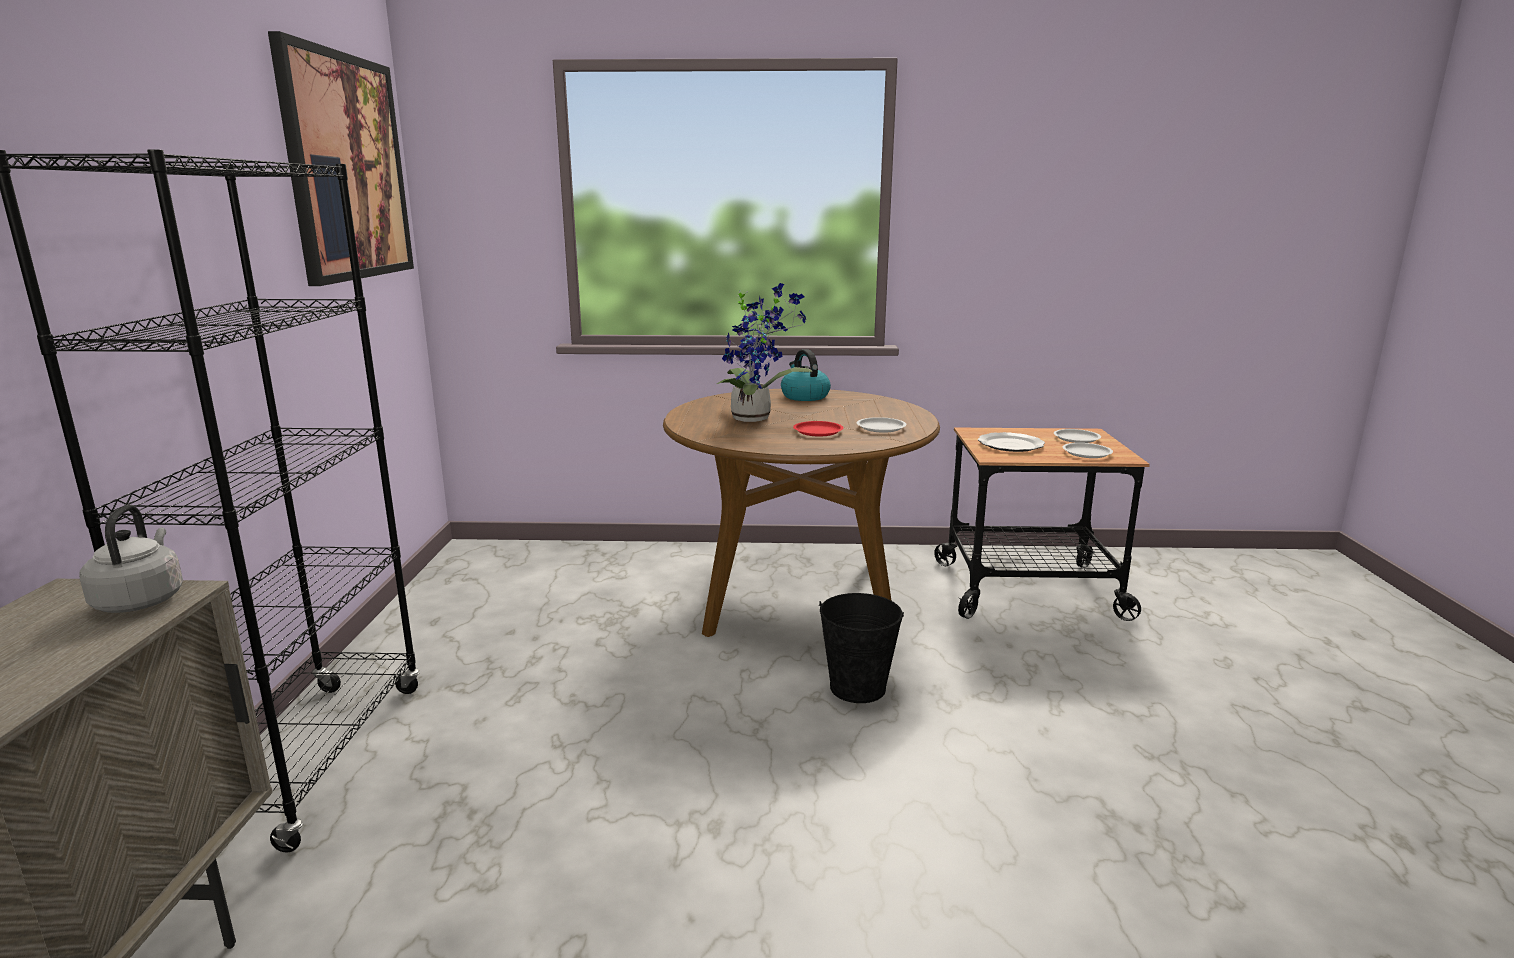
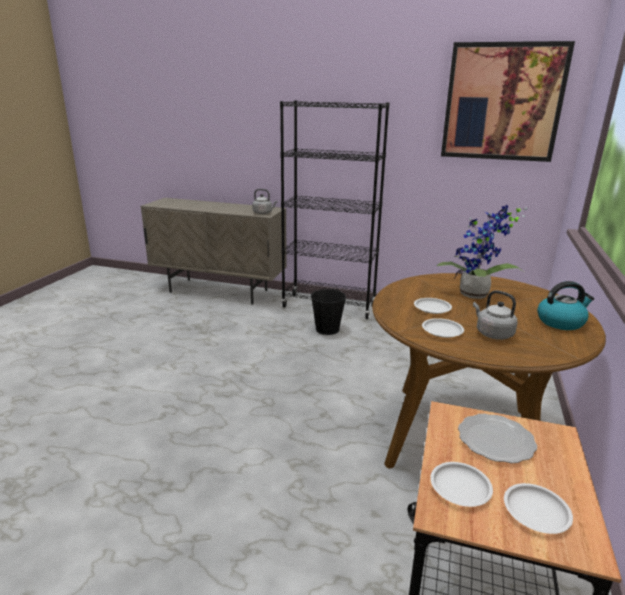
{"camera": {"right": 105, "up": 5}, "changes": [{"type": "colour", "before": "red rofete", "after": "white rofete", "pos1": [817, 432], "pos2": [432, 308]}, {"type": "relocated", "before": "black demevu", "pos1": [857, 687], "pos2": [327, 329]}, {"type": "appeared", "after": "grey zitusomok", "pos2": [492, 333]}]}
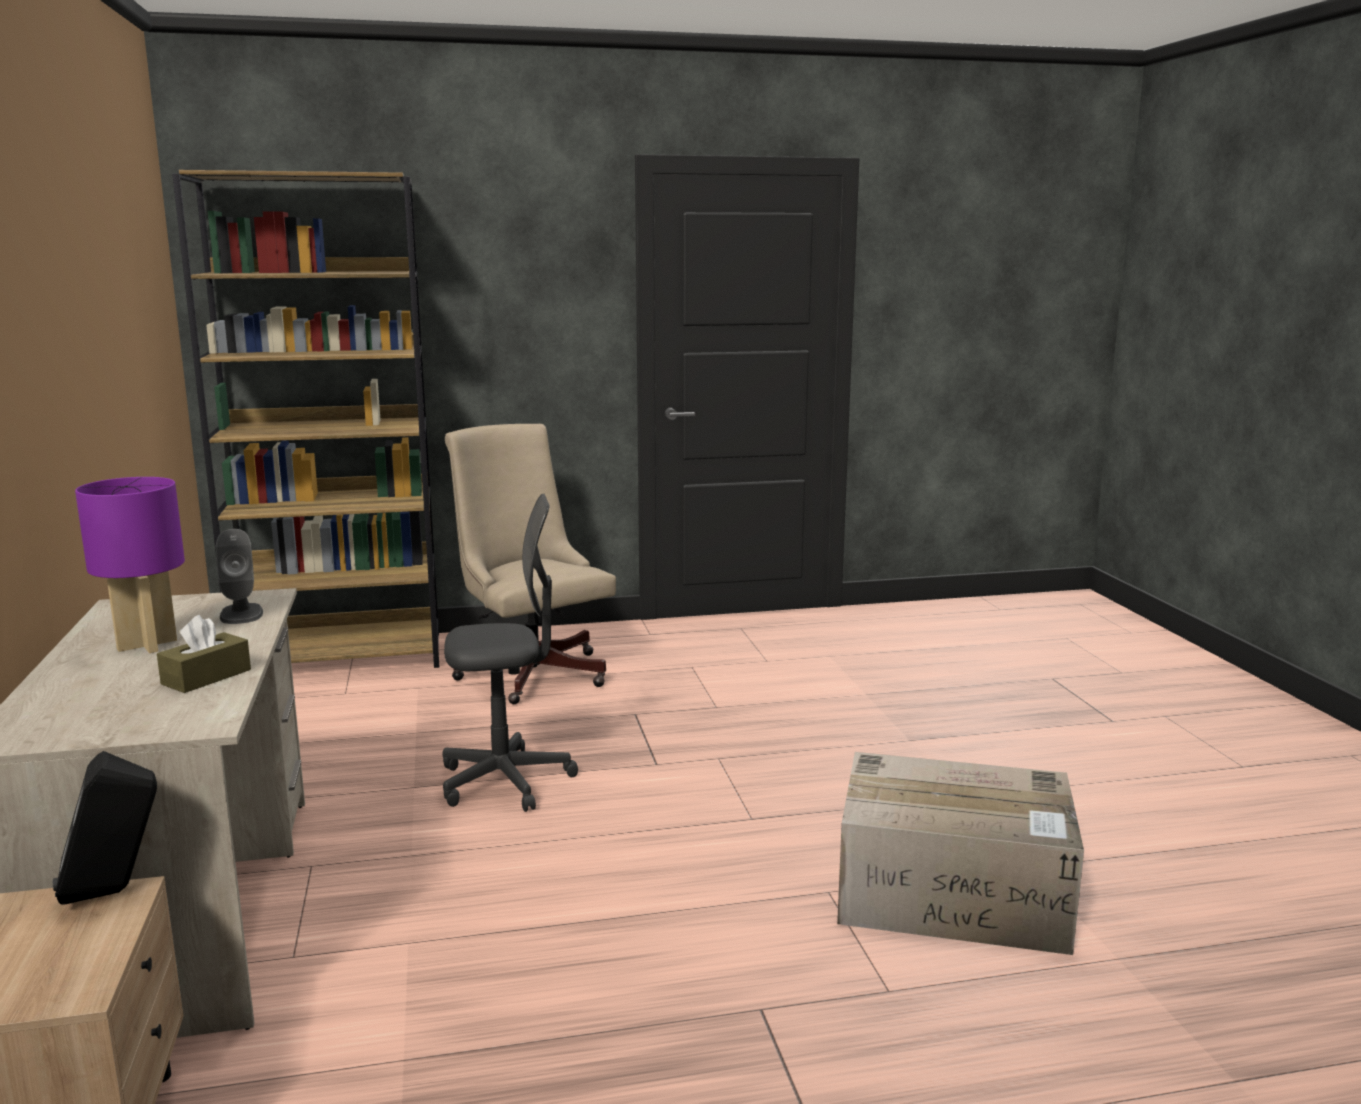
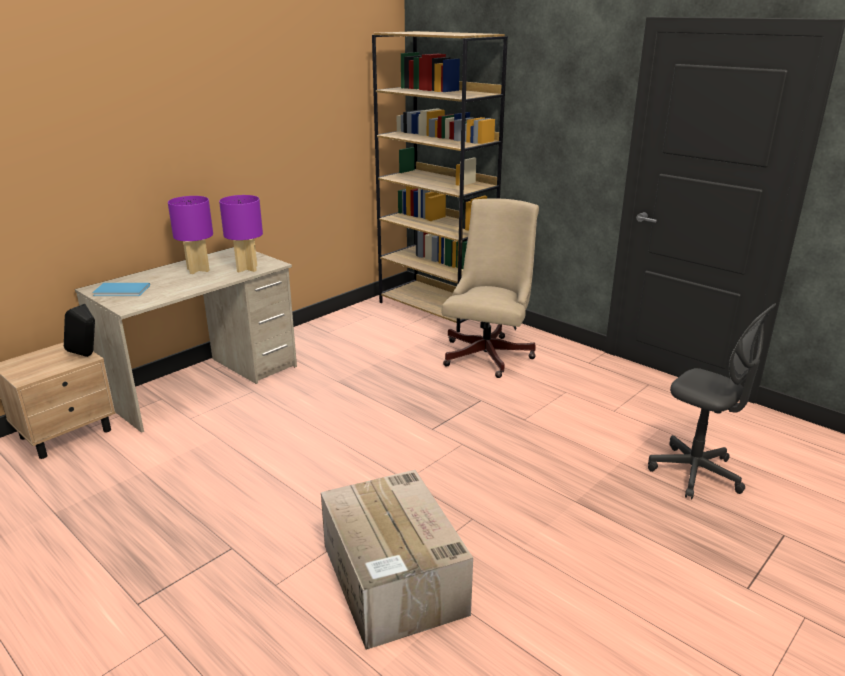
{"camera": {"right": 55, "up": 10}, "changes": [{"type": "relocated", "before": "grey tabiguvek", "pos1": [505, 781], "pos2": [695, 473]}, {"type": "exchanged", "before": "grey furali", "after": "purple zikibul", "pos1": [241, 614], "pos2": [247, 269]}, {"type": "missing", "before": "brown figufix", "pos1": [206, 677]}, {"type": "appeared", "after": "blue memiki", "pos2": [122, 291]}]}
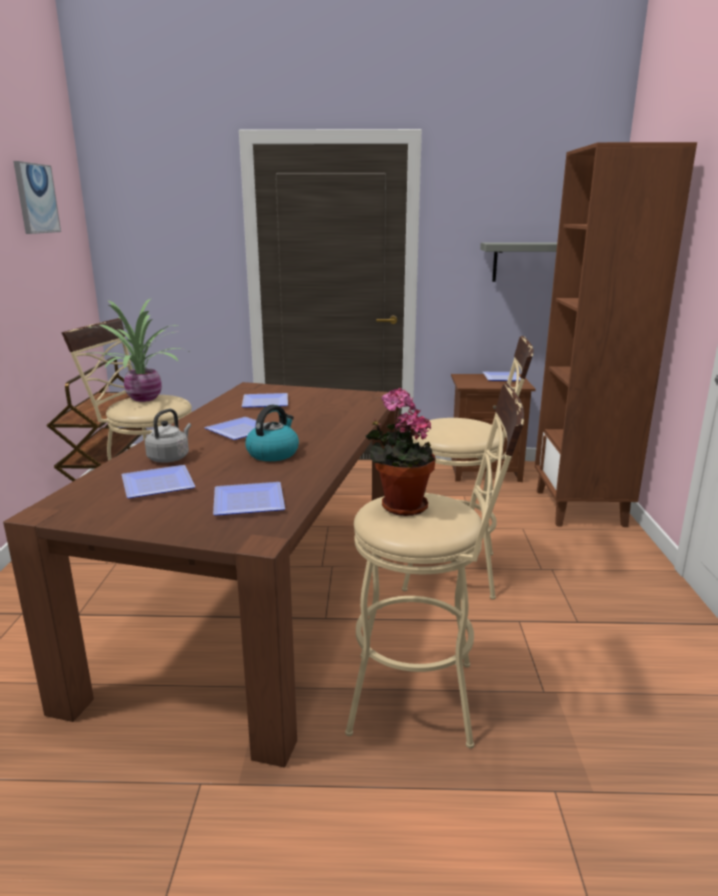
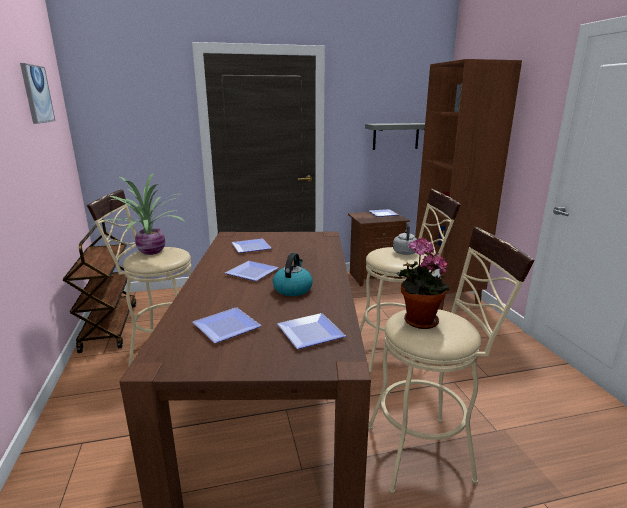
{"camera": {"right": -15, "up": 0}, "changes": [{"type": "relocated", "before": "grey zitusomok", "pos1": [170, 458], "pos2": [405, 252]}]}
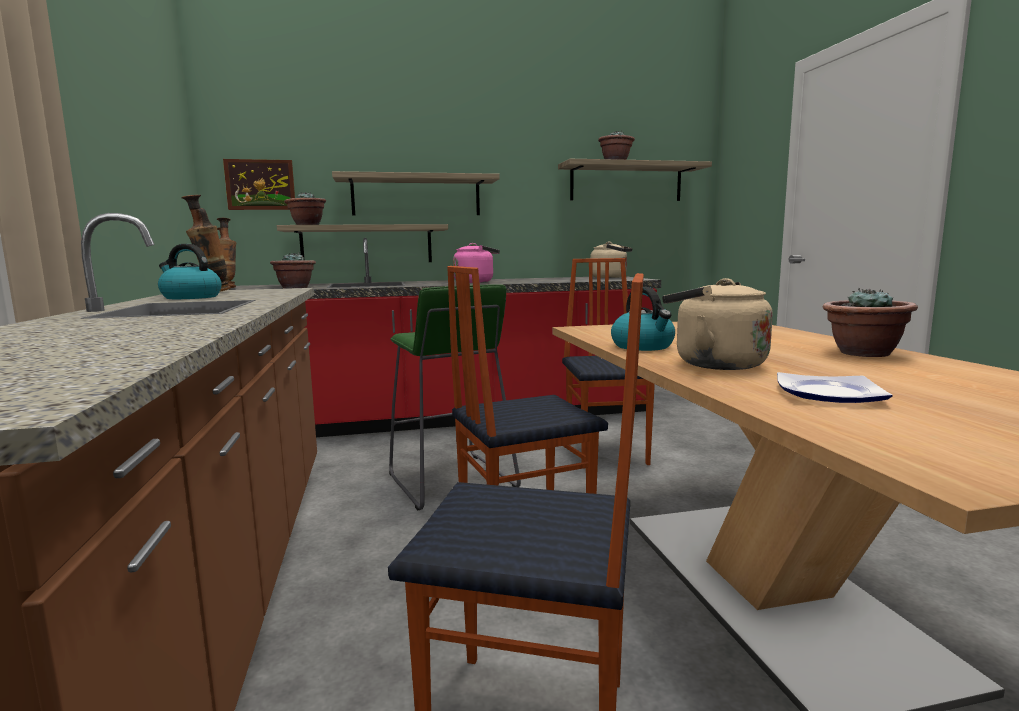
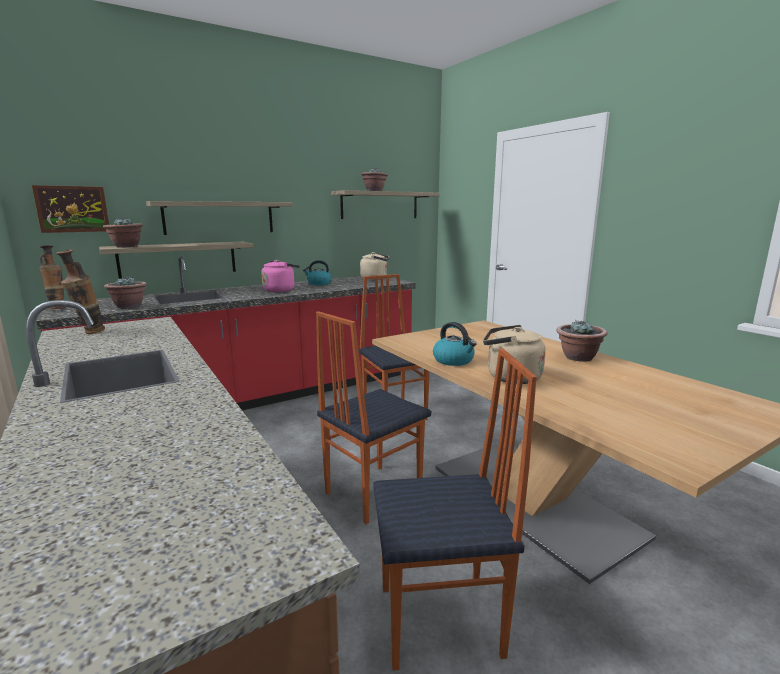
{"camera": {"right": -20, "up": 5}, "changes": [{"type": "relocated", "before": "zitusomok", "pos1": [190, 297], "pos2": [318, 283]}, {"type": "missing", "before": "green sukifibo", "pos1": [450, 481]}, {"type": "missing", "before": "rofete", "pos1": [831, 394]}]}
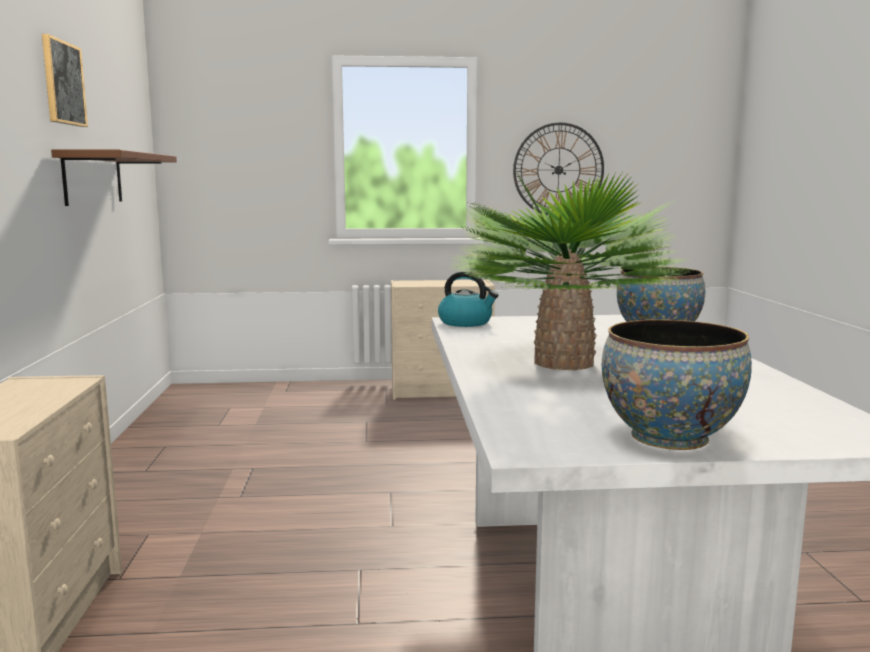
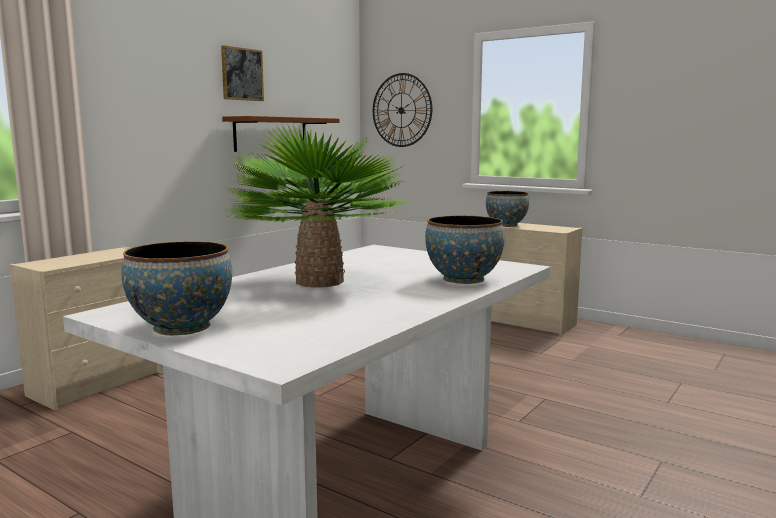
{"camera": {"right": 40, "up": 0}, "changes": [{"type": "relocated", "before": "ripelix", "pos1": [558, 170], "pos2": [401, 110]}, {"type": "missing", "before": "zitusomok", "pos1": [466, 323]}, {"type": "appeared", "after": "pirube", "pos2": [506, 225]}]}
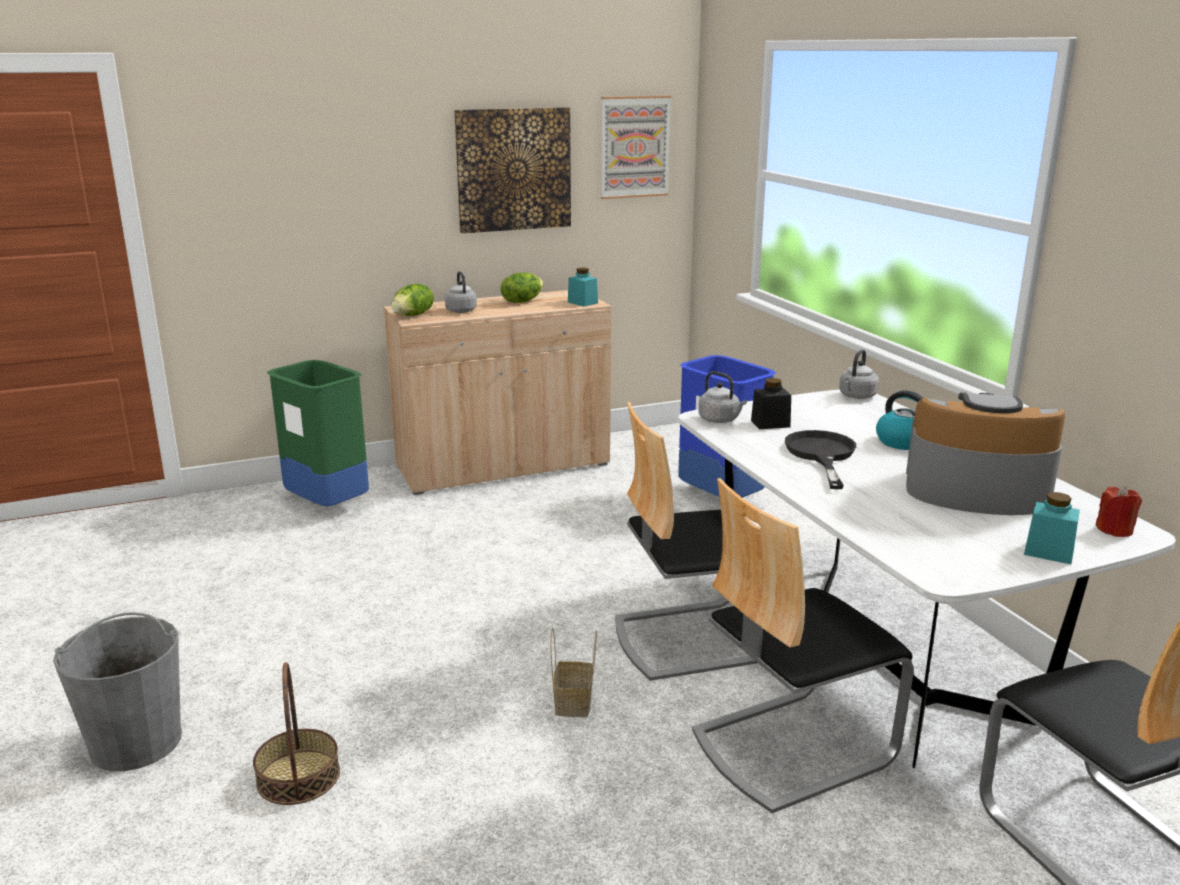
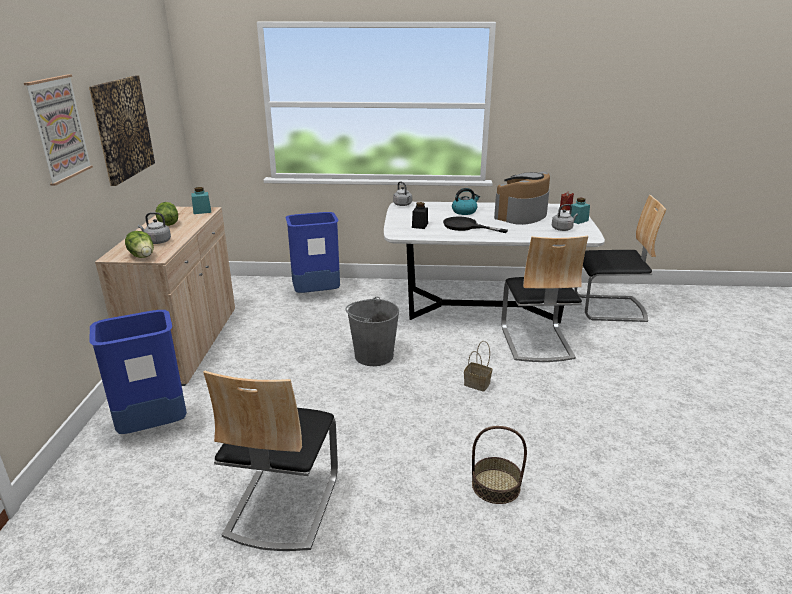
{"camera": {"right": -65, "up": 5}, "changes": [{"type": "relocated", "before": "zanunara", "pos1": [634, 147], "pos2": [58, 128]}, {"type": "colour", "before": "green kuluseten", "after": "blue kuluseten", "pos1": [328, 505], "pos2": [153, 426]}, {"type": "relocated", "before": "grey zitusomok", "pos1": [720, 420], "pos2": [563, 229]}, {"type": "relocated", "before": "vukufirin", "pos1": [691, 638], "pos2": [282, 504]}, {"type": "relocated", "before": "grey demevu", "pos1": [136, 742], "pos2": [373, 355]}]}
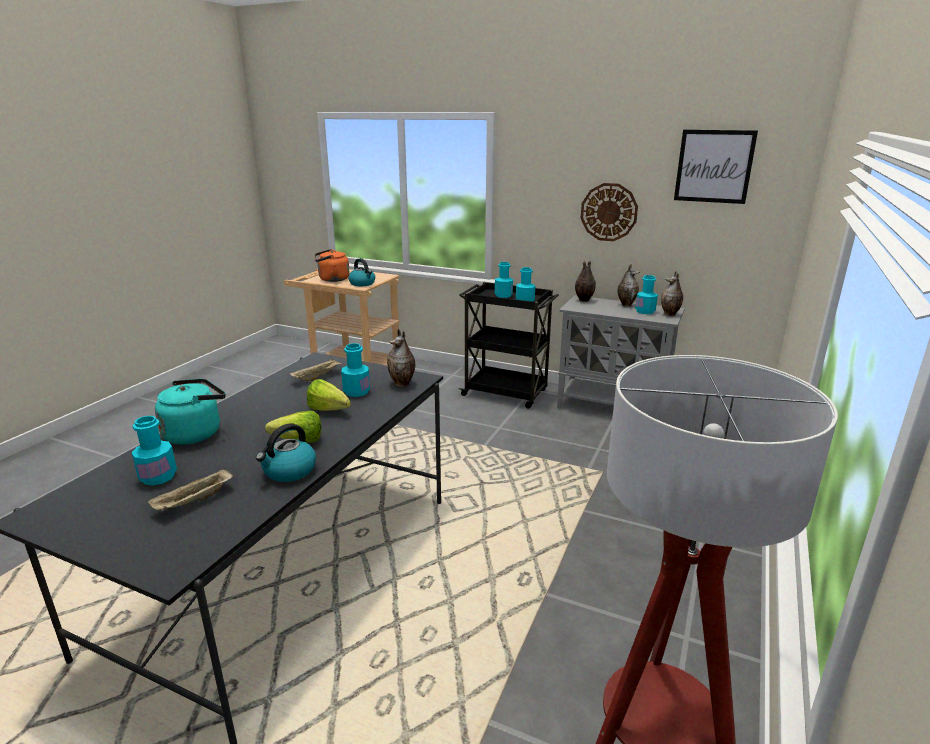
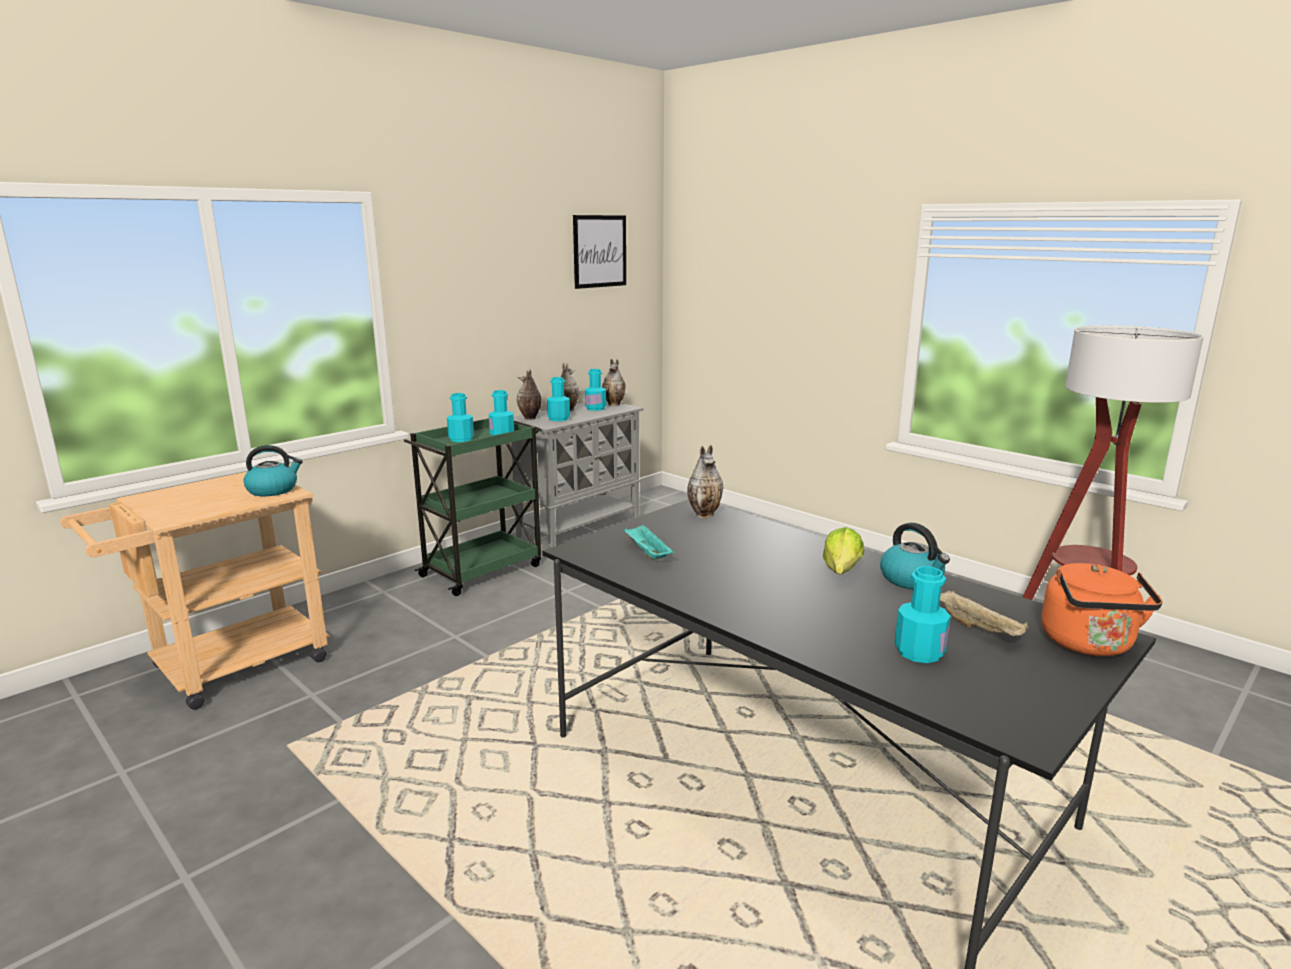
{"camera": {"right": -70, "up": -5}, "changes": [{"type": "missing", "before": "ripelix", "pos1": [608, 212]}, {"type": "relocated", "before": "orange zitusomok", "pos1": [332, 279], "pos2": [1089, 645]}, {"type": "colour", "before": "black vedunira", "after": "green vedunira", "pos1": [506, 393], "pos2": [483, 570]}, {"type": "relocated", "before": "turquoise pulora", "pos1": [356, 392], "pos2": [558, 419]}, {"type": "colour", "before": "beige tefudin", "after": "turquoise tefudin", "pos1": [317, 377], "pos2": [647, 553]}, {"type": "missing", "before": "turquoise zitusomok", "pos1": [196, 433]}, {"type": "missing", "before": "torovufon", "pos1": [331, 411]}]}
